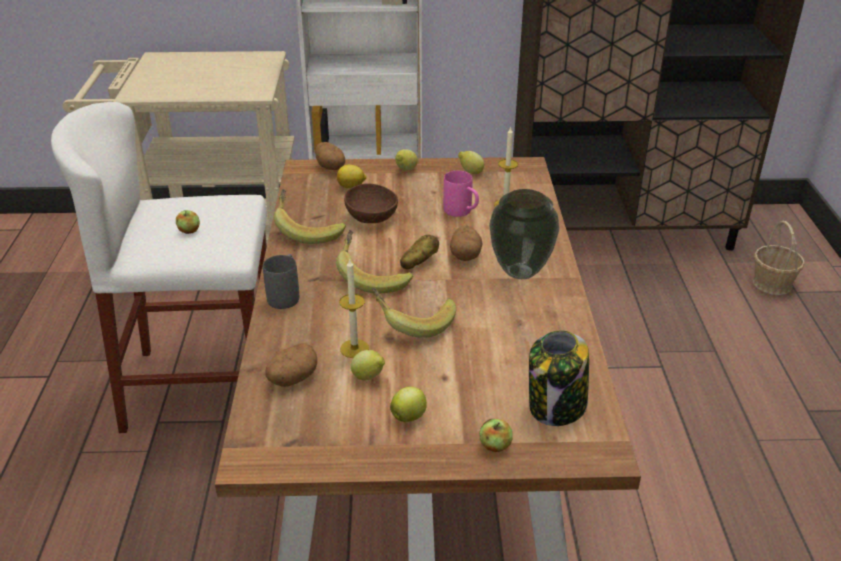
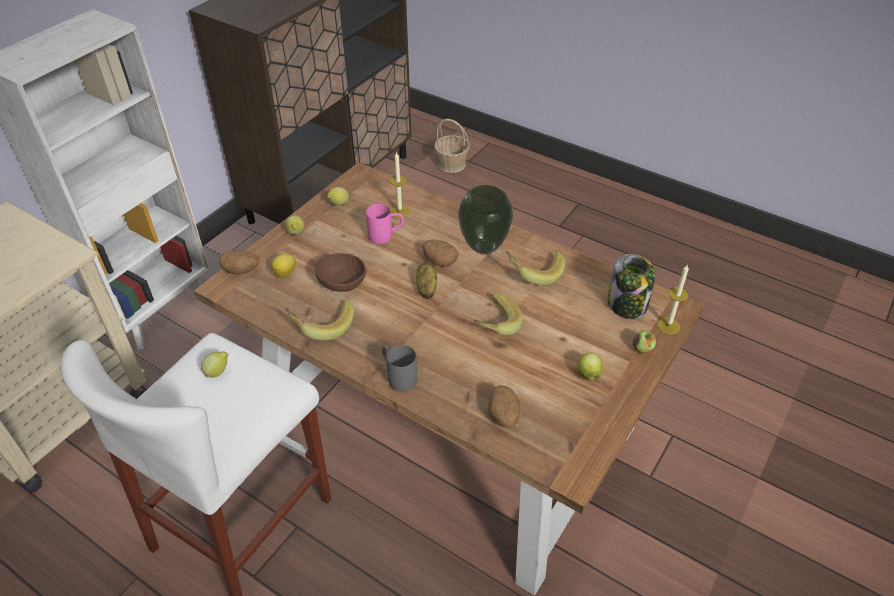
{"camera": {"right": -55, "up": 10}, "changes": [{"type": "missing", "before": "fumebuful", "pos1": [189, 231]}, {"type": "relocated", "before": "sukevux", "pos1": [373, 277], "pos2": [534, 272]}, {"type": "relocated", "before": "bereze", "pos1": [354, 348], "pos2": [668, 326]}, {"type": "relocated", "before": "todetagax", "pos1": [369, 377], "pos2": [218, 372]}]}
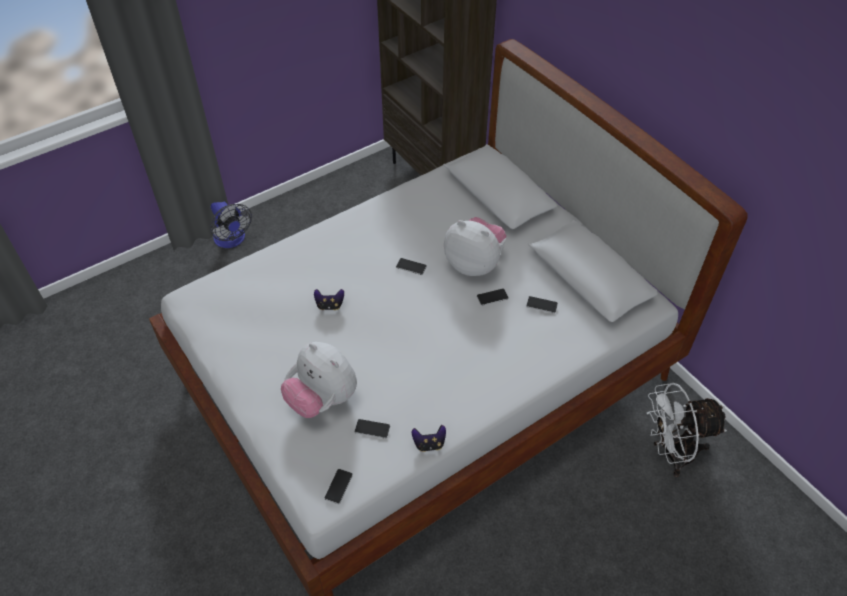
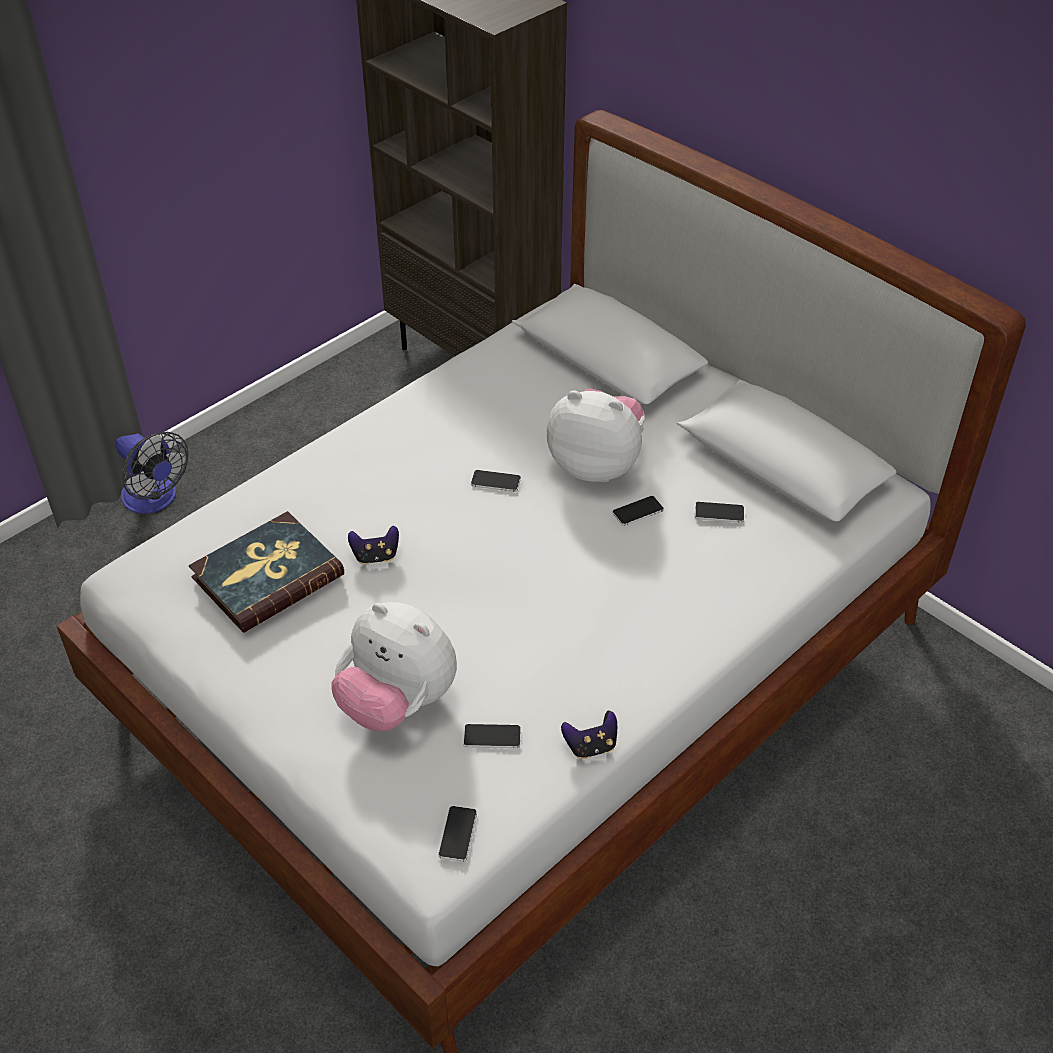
{"camera": {"right": -10, "up": -5}, "changes": [{"type": "missing", "before": "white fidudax", "pos1": [671, 453]}, {"type": "appeared", "after": "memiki", "pos2": [267, 576]}]}
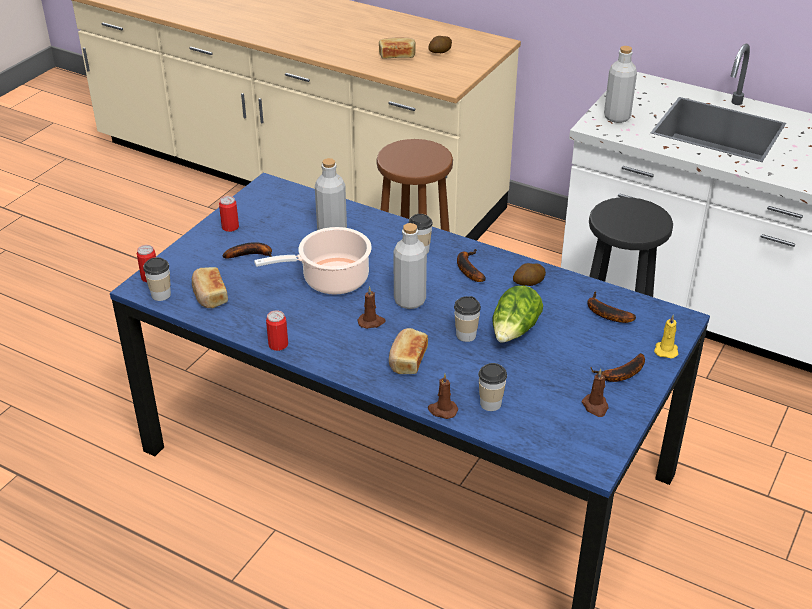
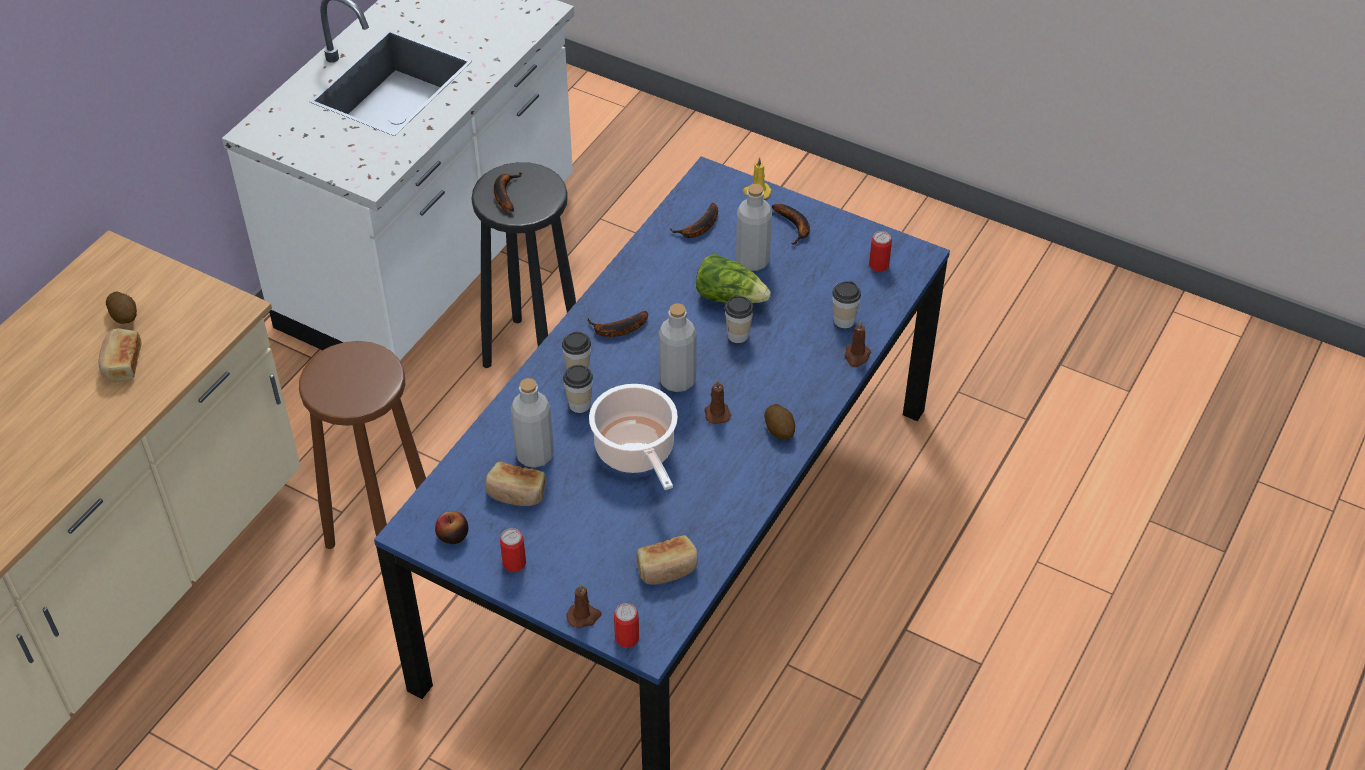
{"camera": {"right": -90, "up": 10}, "changes": [{"type": "relocated", "before": "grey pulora", "pos1": [617, 117], "pos2": [752, 261]}, {"type": "relocated", "before": "sukevux", "pos1": [252, 255], "pos2": [504, 194]}, {"type": "relocated", "before": "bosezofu", "pos1": [161, 295], "pos2": [579, 404]}, {"type": "relocated", "before": "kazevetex", "pos1": [528, 283], "pos2": [779, 430]}, {"type": "relocated", "before": "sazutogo", "pos1": [278, 345], "pos2": [878, 265]}, {"type": "relocated", "before": "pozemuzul", "pos1": [407, 360], "pos2": [516, 493]}, {"type": "relocated", "before": "brown bereze", "pos1": [595, 406], "pos2": [584, 616]}, {"type": "appeared", "after": "fumebuful", "pos2": [453, 535]}]}
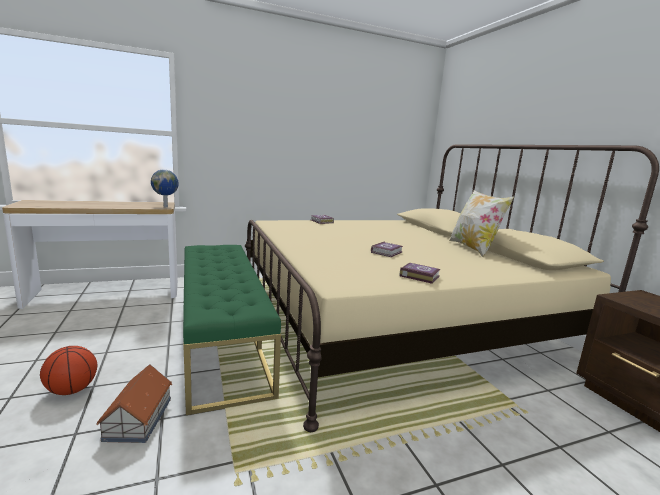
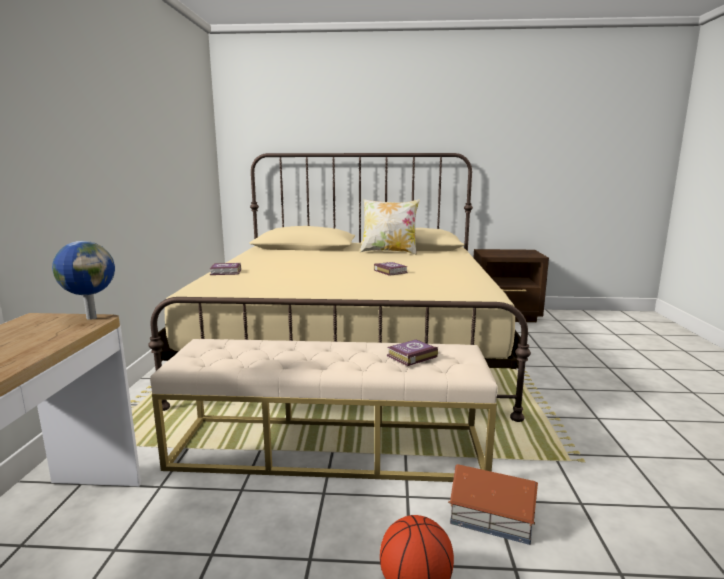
{"camera": {"right": -65, "up": 0}, "changes": [{"type": "colour", "before": "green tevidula", "after": "beige tevidula", "pos1": [222, 338], "pos2": [329, 447]}, {"type": "relocated", "before": "memiki", "pos1": [418, 276], "pos2": [410, 356]}]}
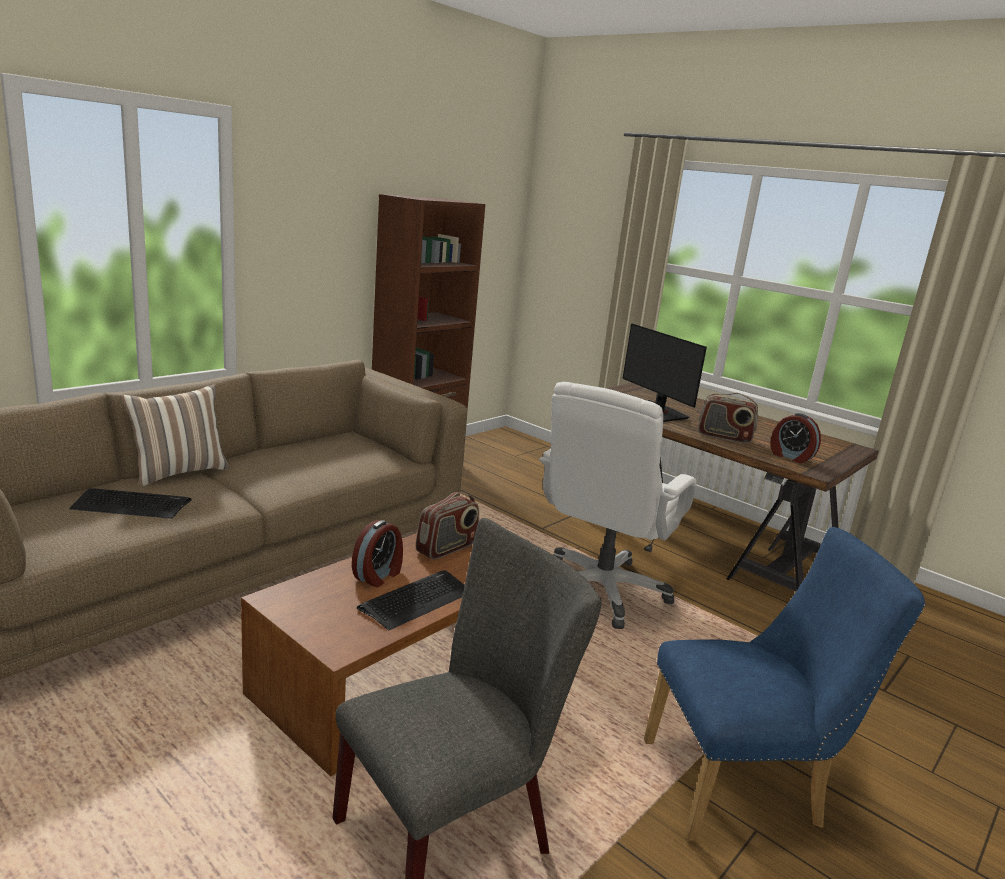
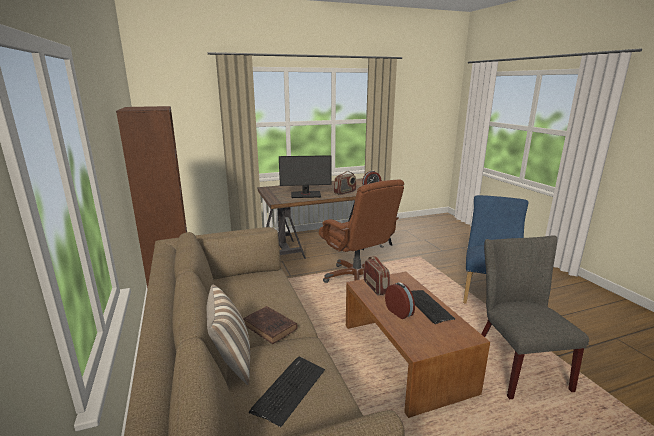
{"camera": {"right": -60, "up": 0}, "changes": [{"type": "colour", "before": "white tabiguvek", "after": "brown tabiguvek", "pos1": [601, 590], "pos2": [357, 279]}, {"type": "appeared", "after": "brown memiki", "pos2": [271, 327]}]}
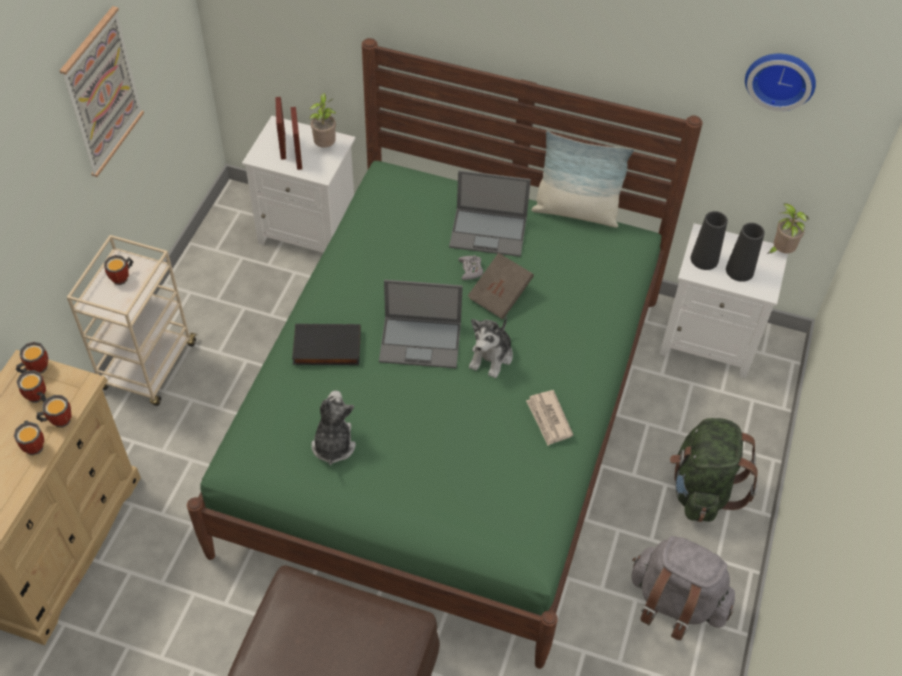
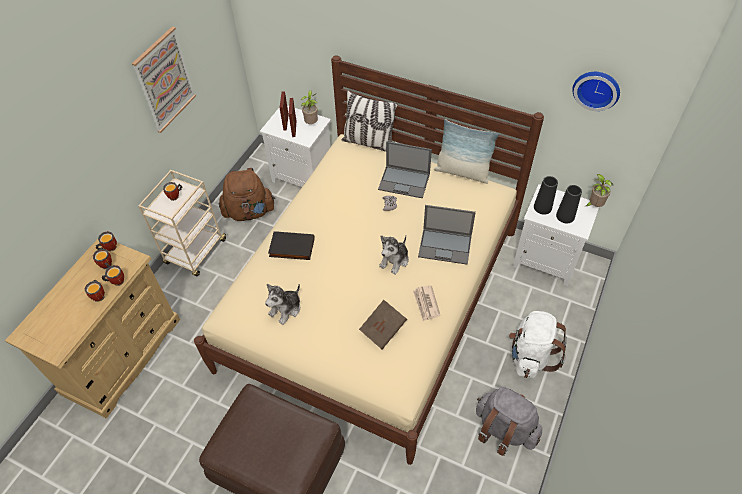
{"camera": {"right": 10, "up": 0}, "changes": [{"type": "colour", "before": "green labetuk", "after": "beige labetuk", "pos1": [448, 419], "pos2": [372, 298]}, {"type": "relocated", "before": "brown memiki", "pos1": [500, 295], "pos2": [383, 330]}, {"type": "relocated", "before": "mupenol", "pos1": [421, 342], "pos2": [445, 246]}, {"type": "spun", "before": "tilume", "pos1": [333, 444], "pos2": [286, 309], "turn": -150}, {"type": "colour", "before": "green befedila", "after": "white befedila", "pos1": [702, 489], "pos2": [530, 356]}, {"type": "appeared", "after": "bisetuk", "pos2": [368, 142]}, {"type": "appeared", "after": "brown befedila", "pos2": [249, 212]}]}
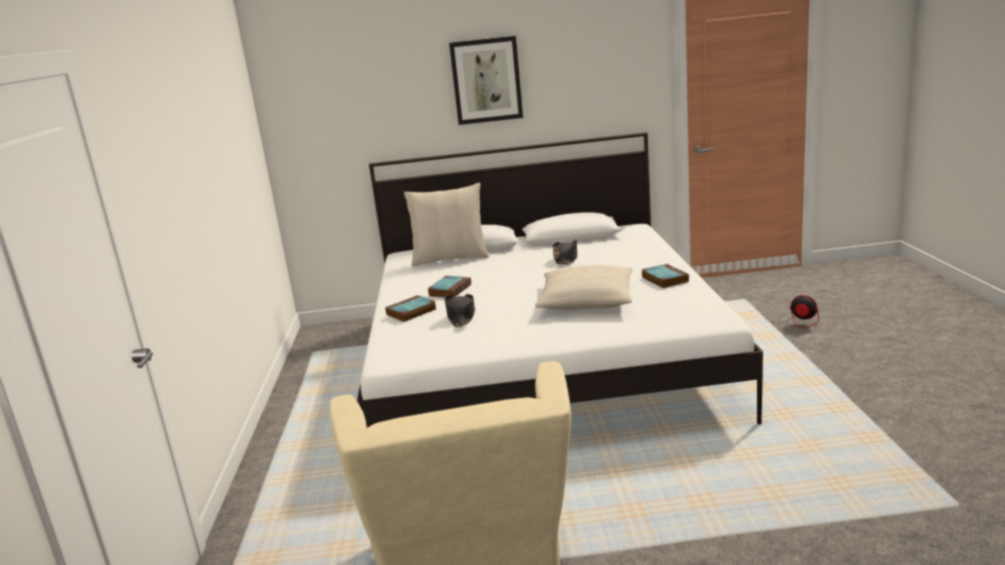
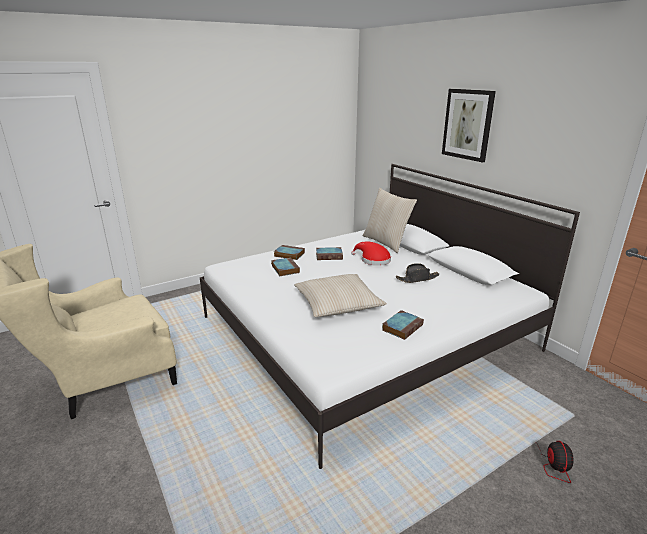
{"camera": {"right": 60, "up": 5}, "changes": [{"type": "exchanged", "before": "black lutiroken", "after": "memiki", "pos1": [461, 316], "pos2": [284, 269]}, {"type": "appeared", "after": "red lutiroken", "pos2": [373, 260]}]}
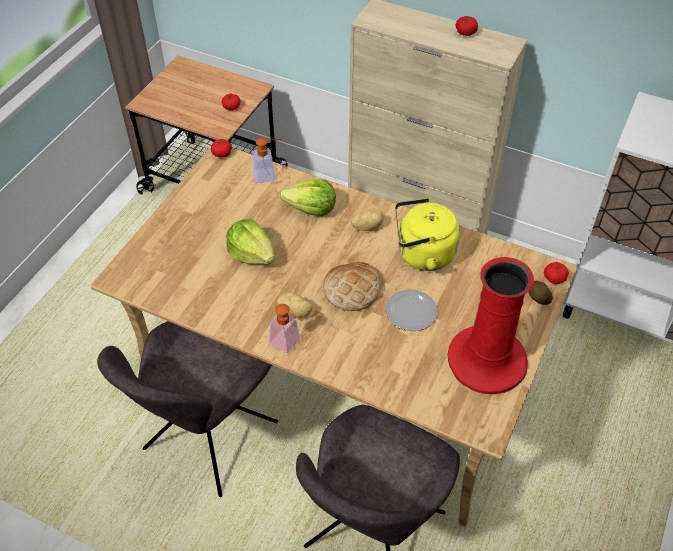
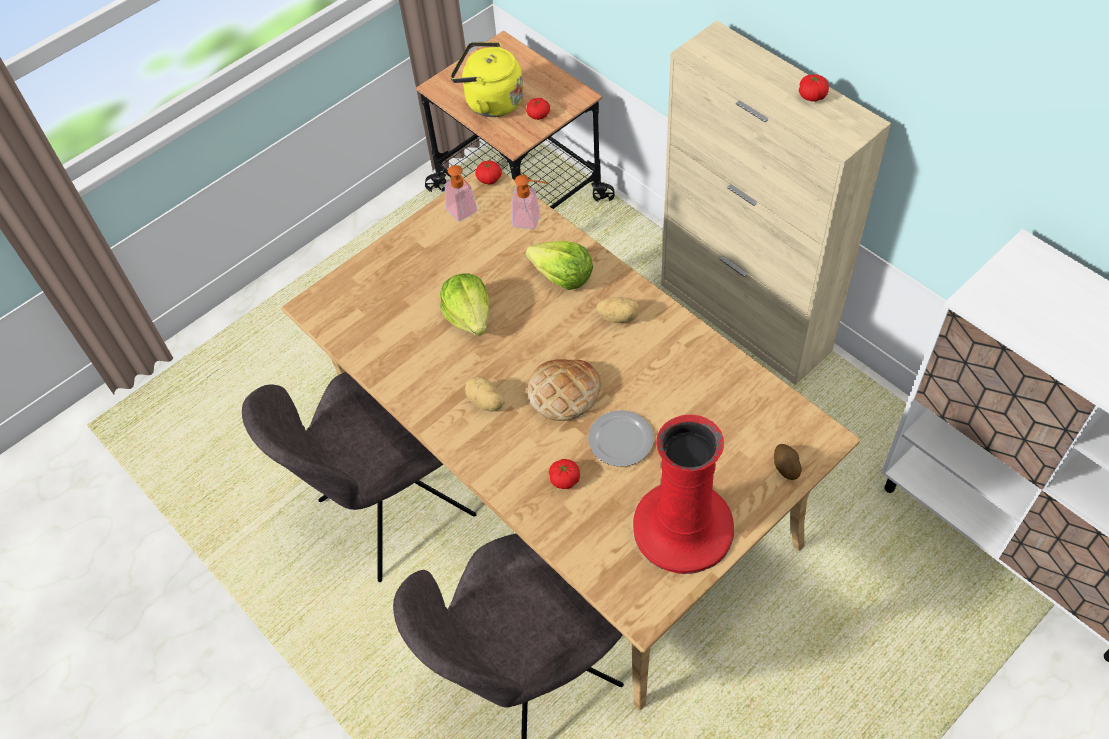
{"camera": {"right": 25, "up": 5}, "changes": [{"type": "relocated", "before": "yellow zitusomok", "pos1": [422, 254], "pos2": [490, 102]}, {"type": "relocated", "before": "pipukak", "pos1": [554, 278], "pos2": [564, 479]}, {"type": "relocated", "before": "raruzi", "pos1": [289, 344], "pos2": [465, 213]}]}
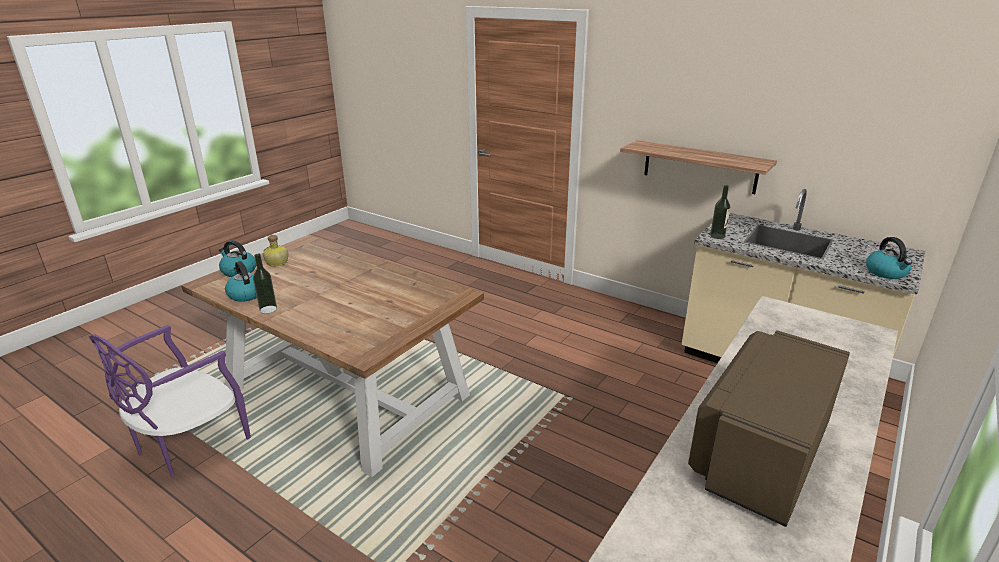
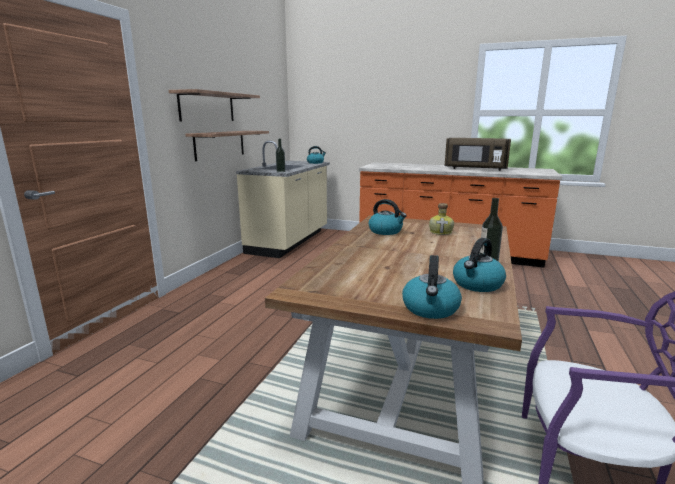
{"camera": {"right": -105, "up": -10}, "changes": [{"type": "relocated", "before": "pulora", "pos1": [277, 263], "pos2": [441, 232]}, {"type": "appeared", "after": "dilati", "pos2": [207, 107]}, {"type": "appeared", "after": "zitusomok", "pos2": [386, 231]}]}
